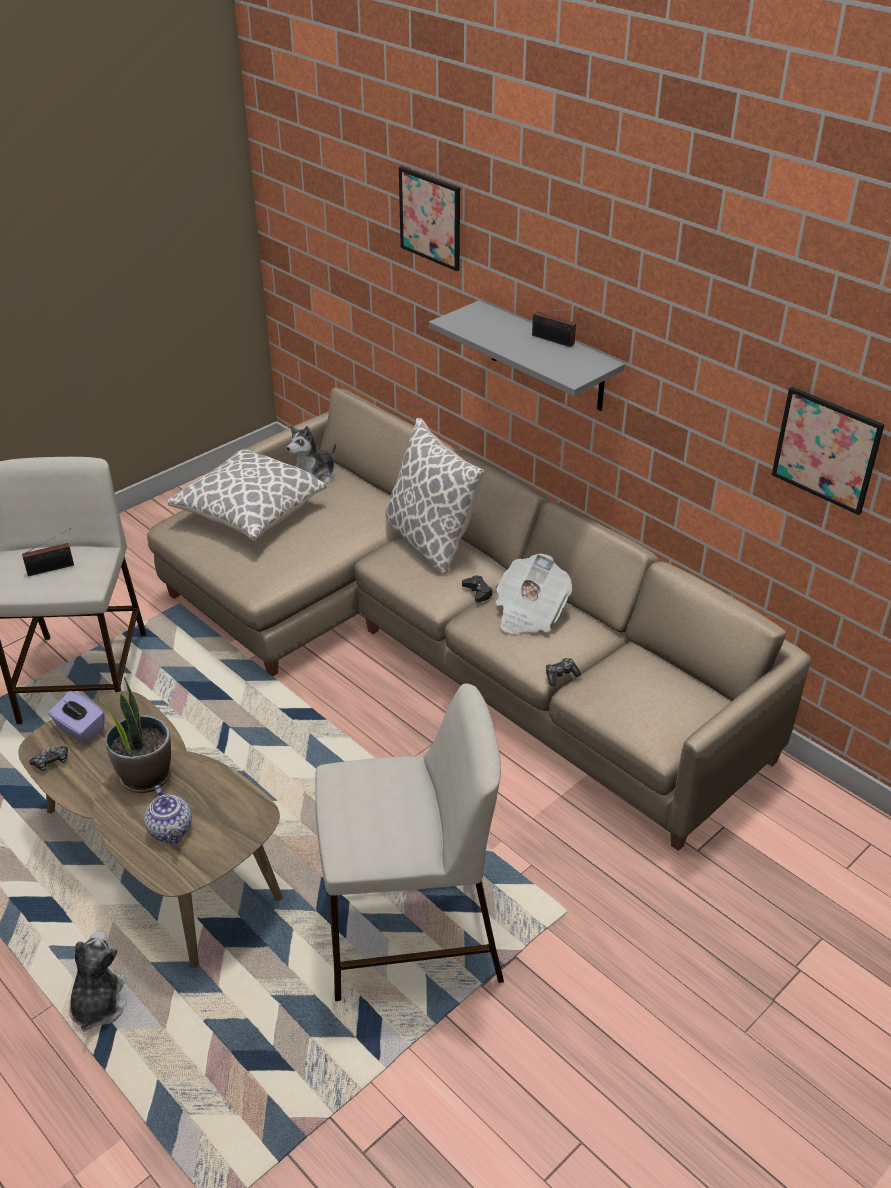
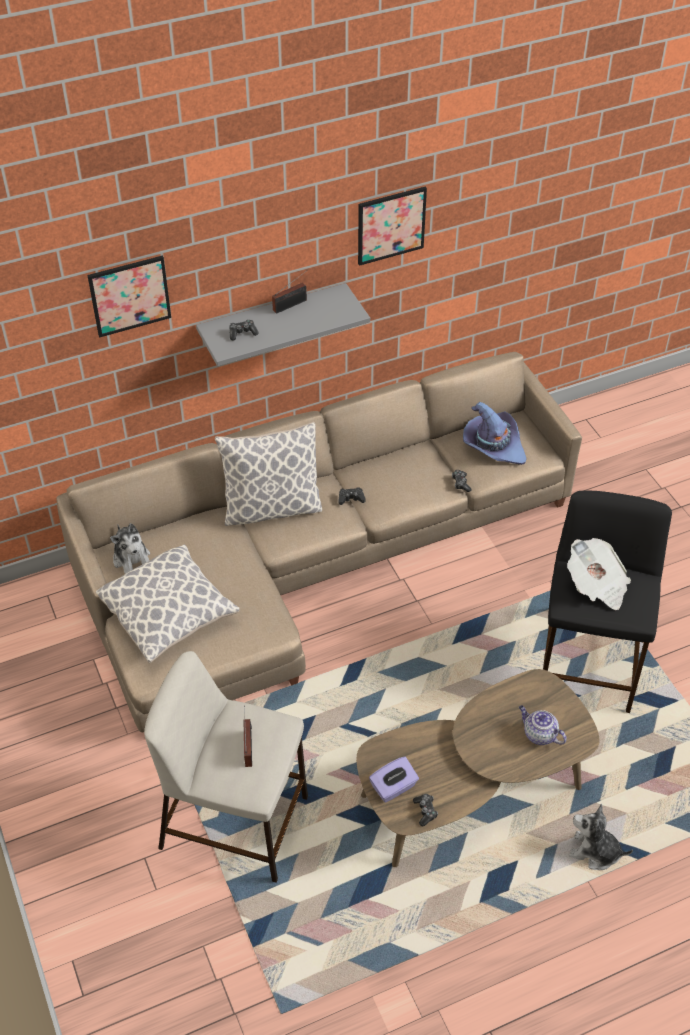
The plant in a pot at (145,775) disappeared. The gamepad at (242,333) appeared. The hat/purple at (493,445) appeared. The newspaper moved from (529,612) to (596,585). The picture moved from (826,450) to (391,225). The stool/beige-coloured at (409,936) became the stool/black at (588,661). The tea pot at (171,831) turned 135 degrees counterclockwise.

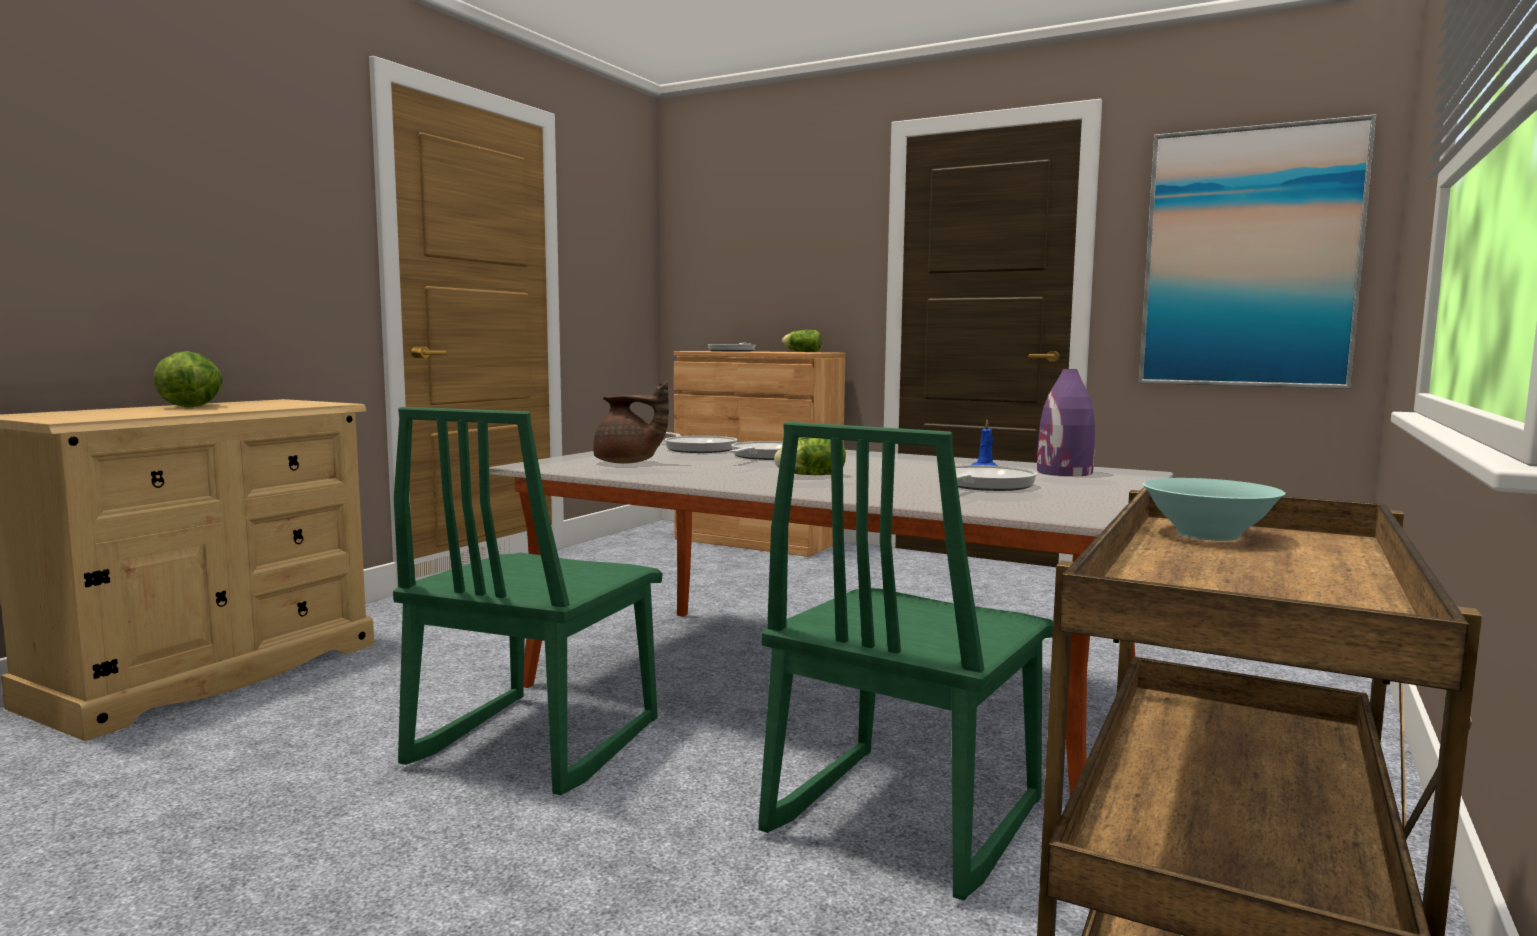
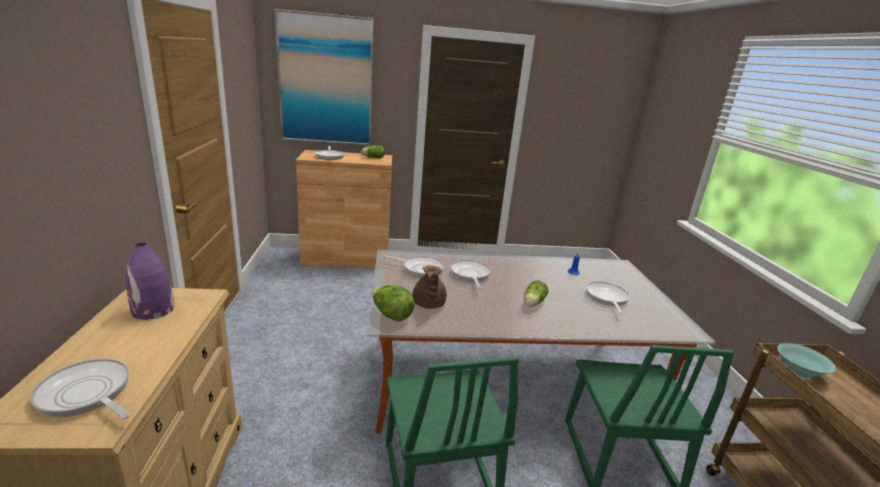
The skillet at (87,394) appeared. The head of lettuce moved from (192,406) to (391,315). The decorative vase/purple moved from (1064,472) to (153,310). The picture moved from (1249,258) to (326,81). The tea pot/brownish at (627,463) turned 105 degrees clockwise.

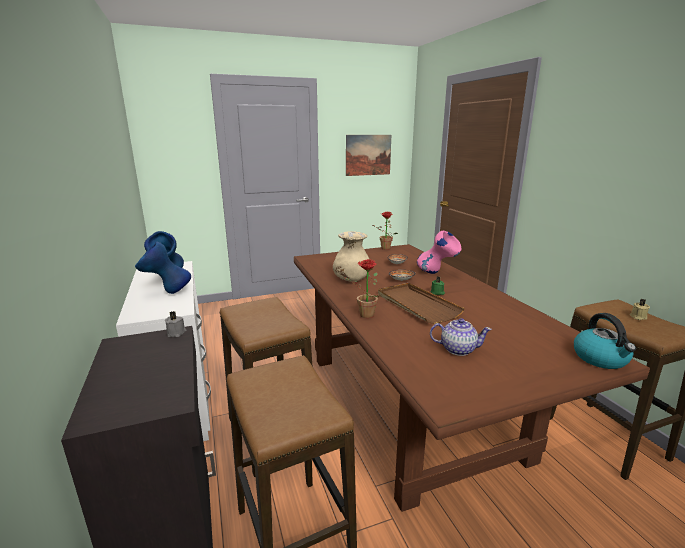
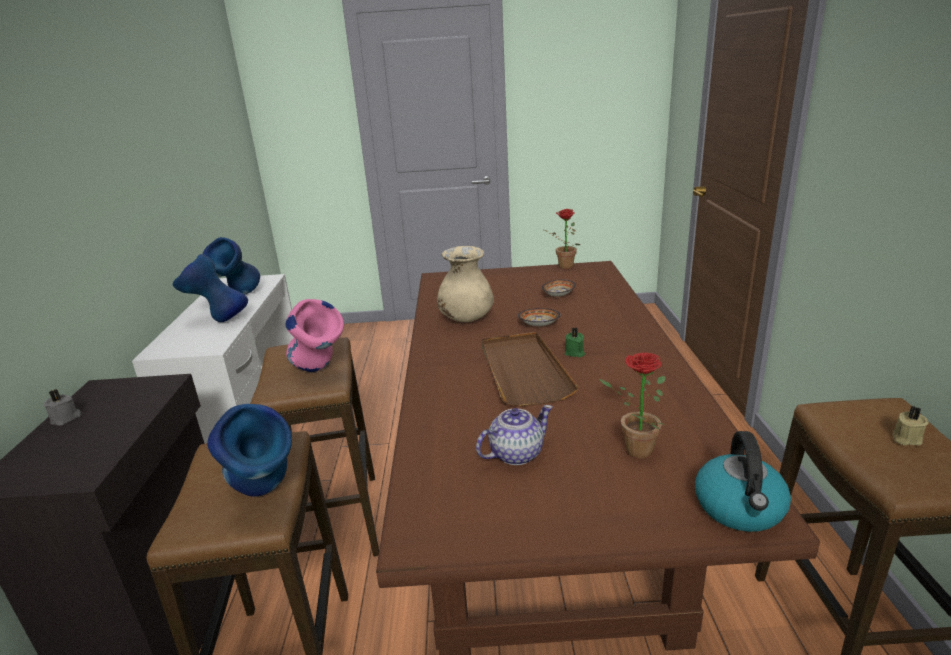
The picture at (368,155) disappeared. The decorative vase/blue at (265,498) appeared. The wax candle/grey moved from (177,333) to (66,418). The plant in a pot moved from (363,315) to (632,450). The decorative vase/pink moved from (437,274) to (320,372). The tea pot at (457,349) turned 60 degrees counterclockwise.

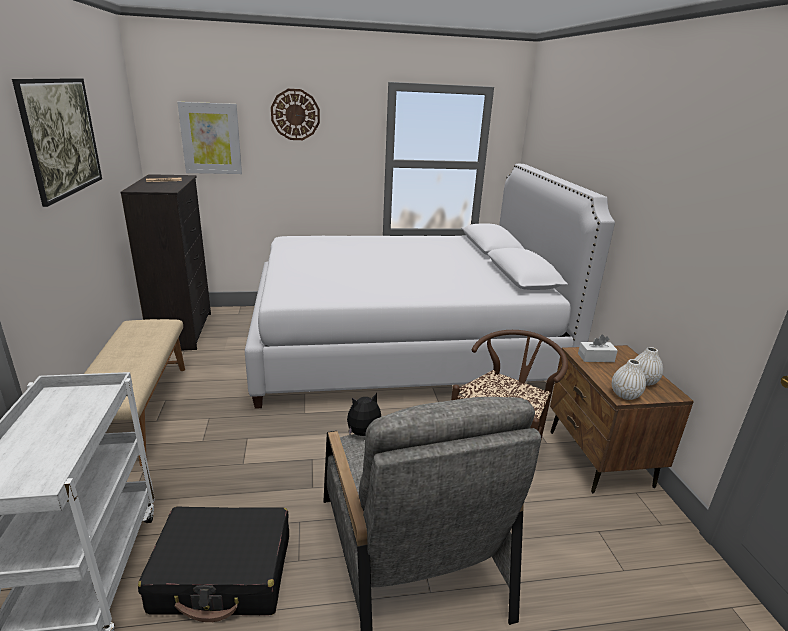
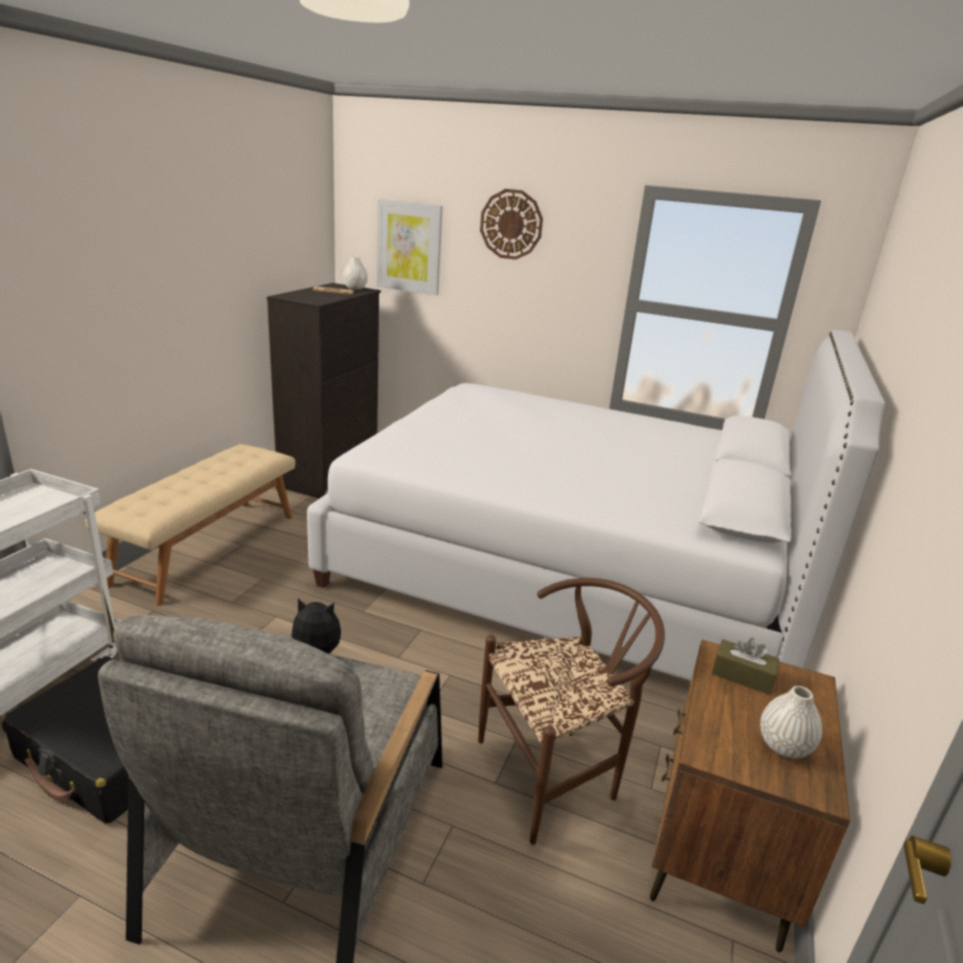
The picture at (68,164) disappeared. The decorative vase/whitish moved from (625,395) to (355,288). The box of tissues/whitish at (595,358) became the box of tissues/brownish at (742,676).

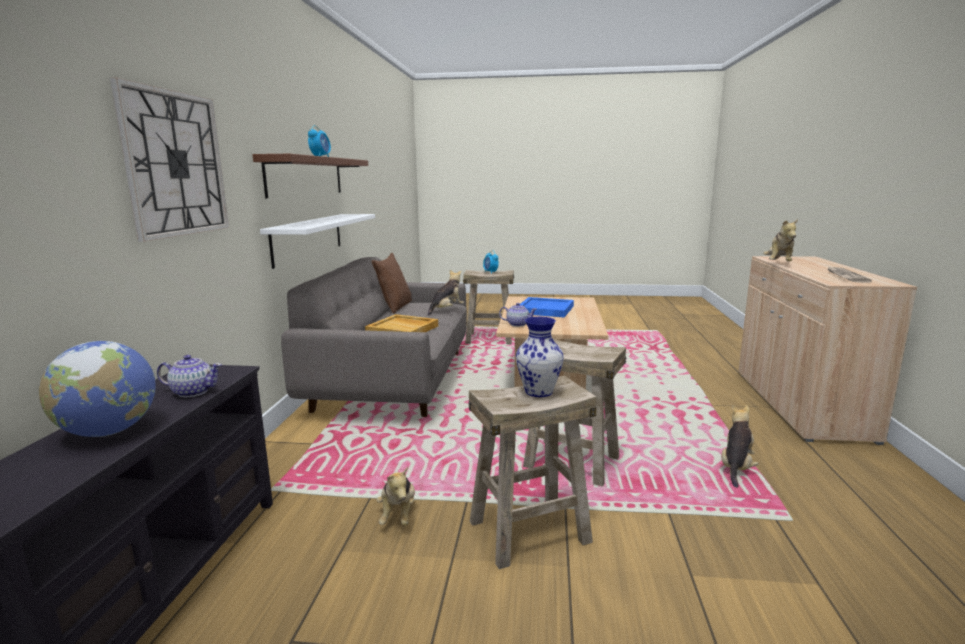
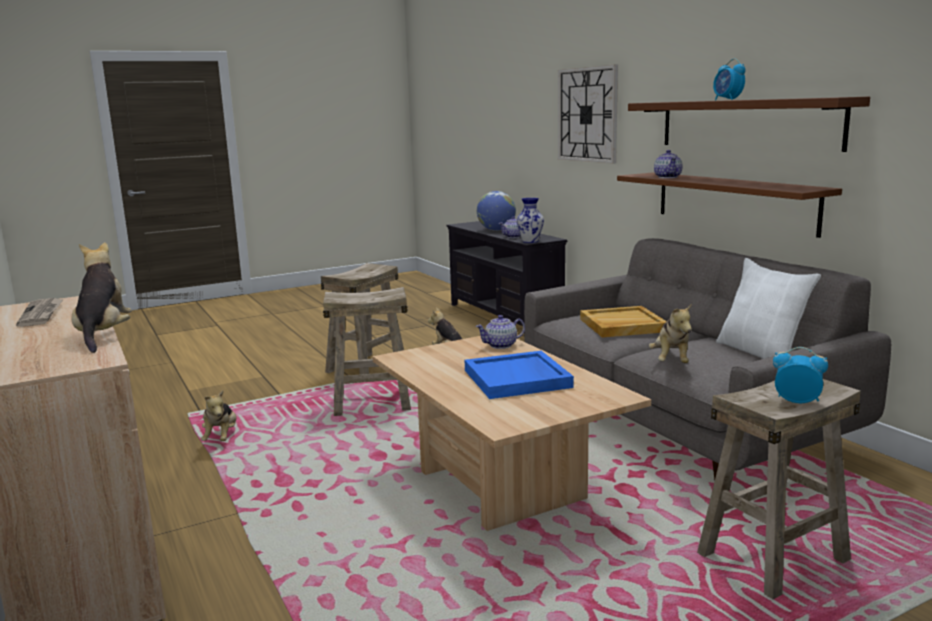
The tea pot at (667,177) appeared. The decorative vase moved from (538,392) to (530,241). The shelf/whitish at (308,238) became the shelf/brownish at (733,202). The throw pillow/brownish at (394,307) became the throw pillow/whitish at (761,353).

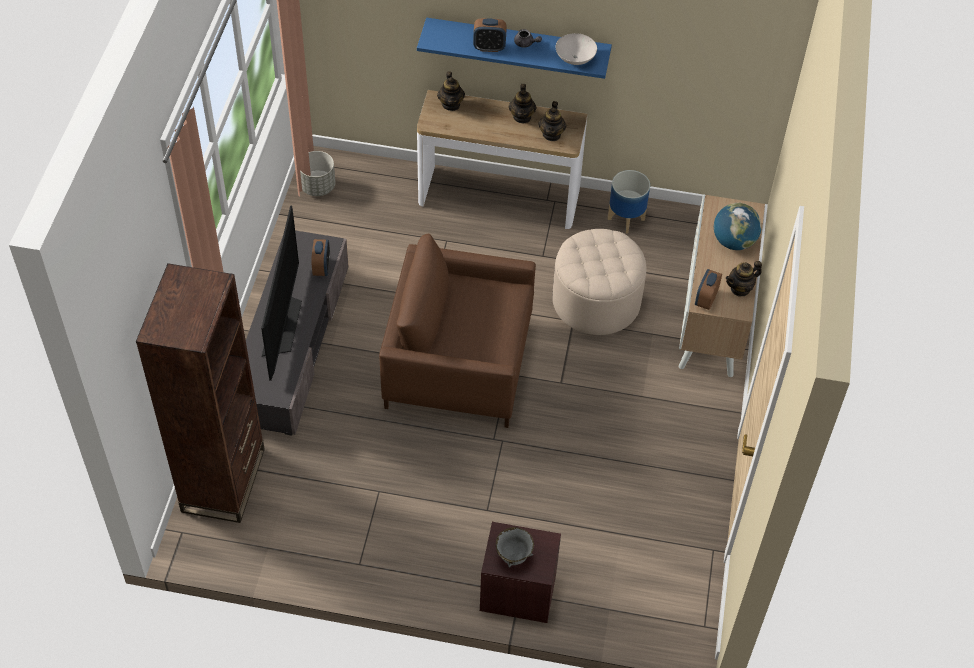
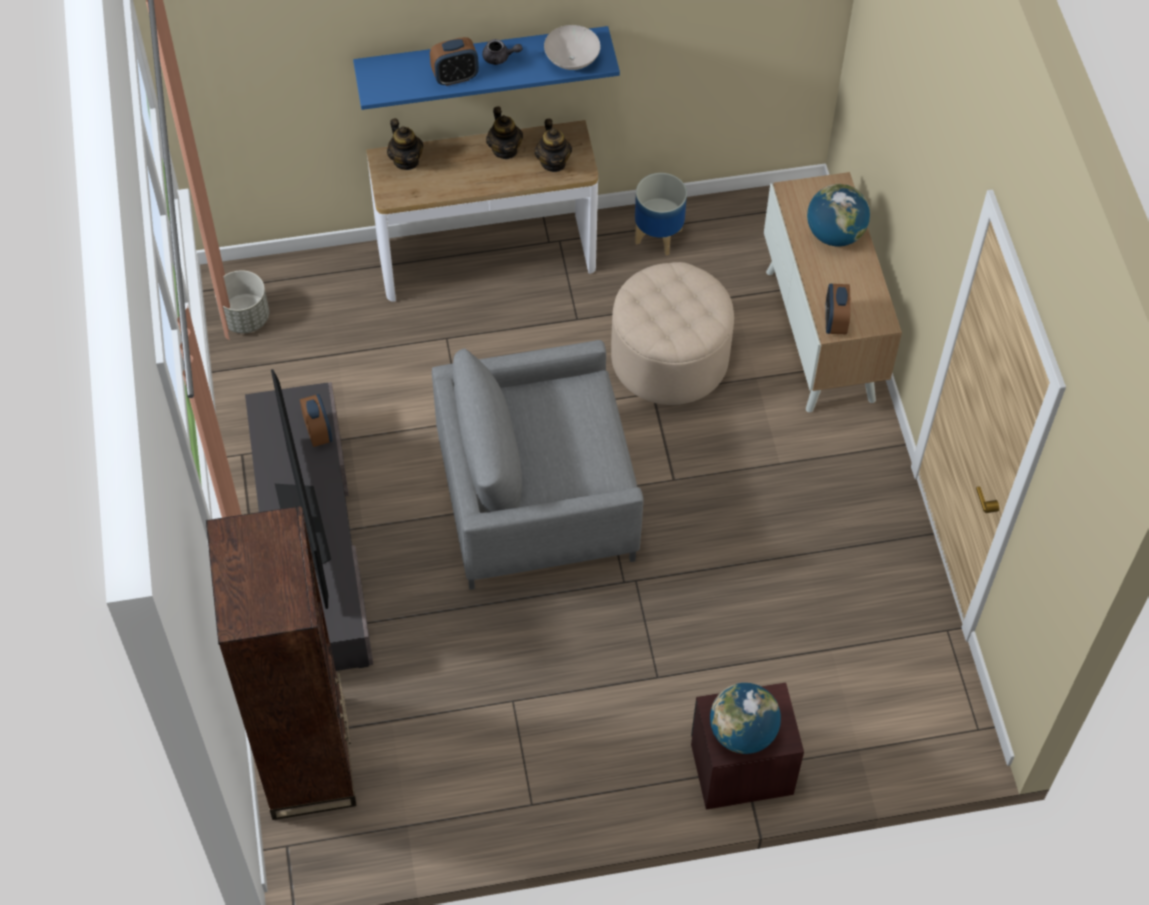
The tea pot at (740,288) disappeared. The deep dish/grey at (513,557) was replaced by the desk globe at (742,733). The armchair/brownish at (458,364) became the armchair/grey at (536,499).

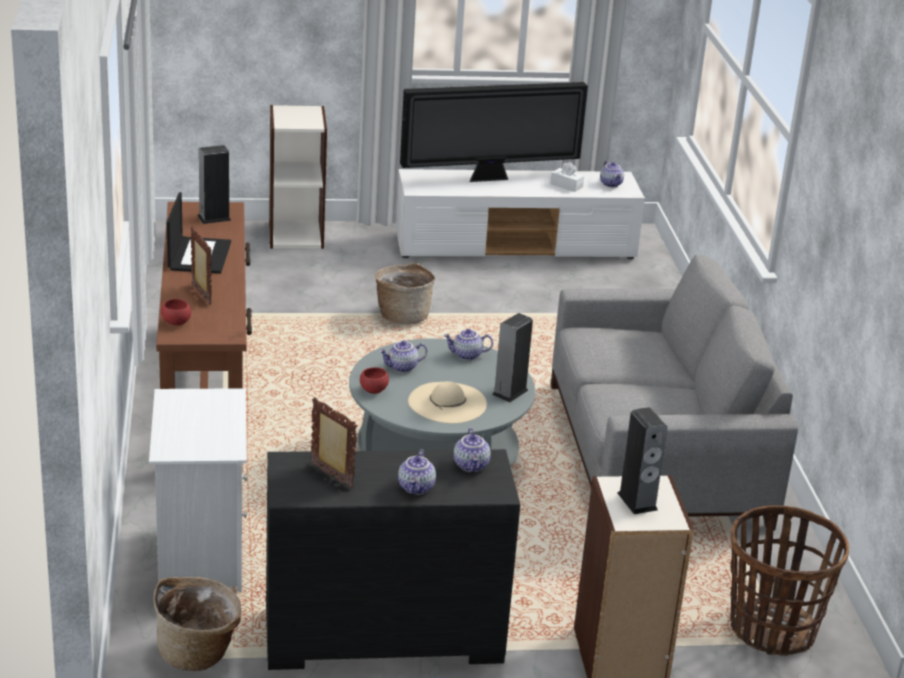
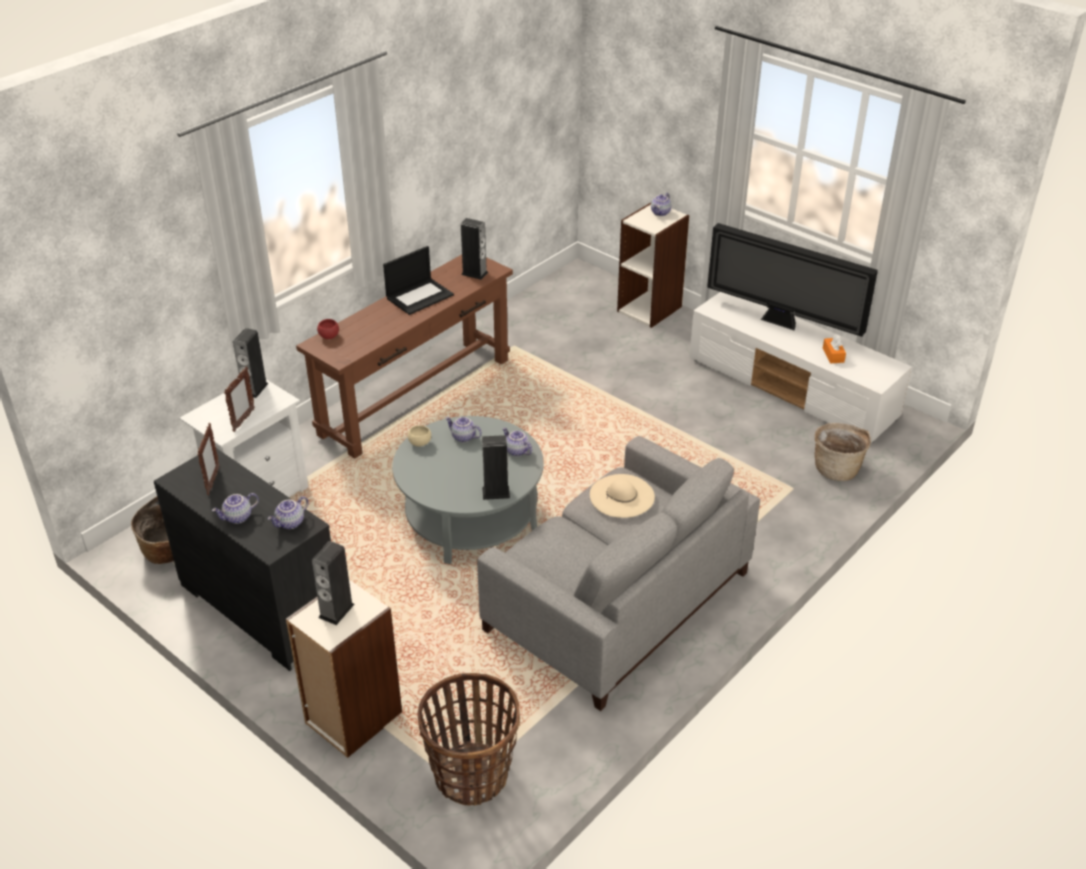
The speaker at (254,389) appeared. The photo frame moved from (201,295) to (243,420). The household basket moved from (403,315) to (837,468). The hat/beige-coloured moved from (447,403) to (622,496). The tea pot moved from (611,184) to (661,213). The deep dish/reddish at (374,390) became the deep dish/beige-coloured at (420,443). The box of tissues/whitish at (566,185) became the box of tissues/orange-coloured at (833,355).

